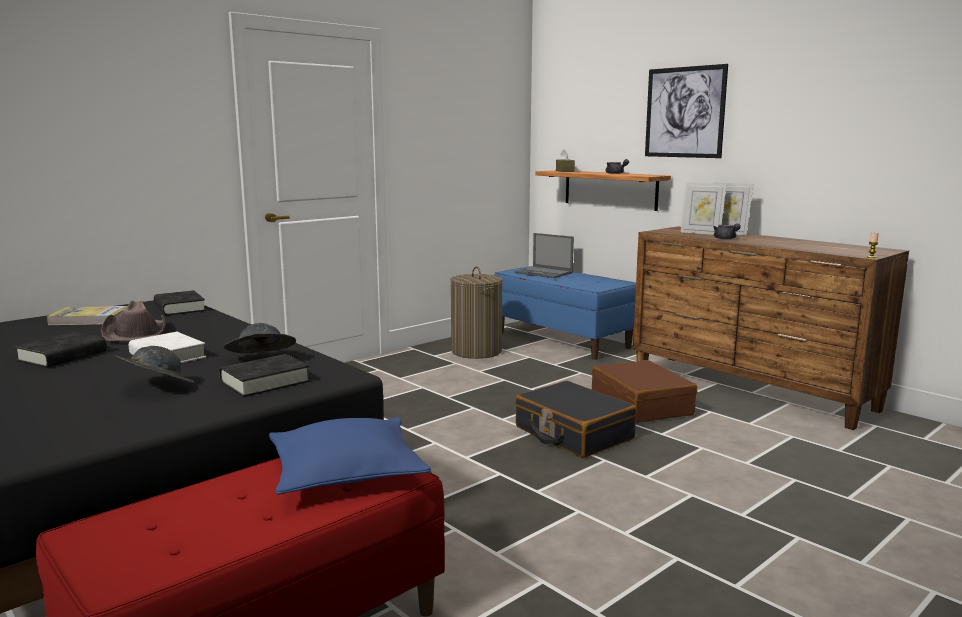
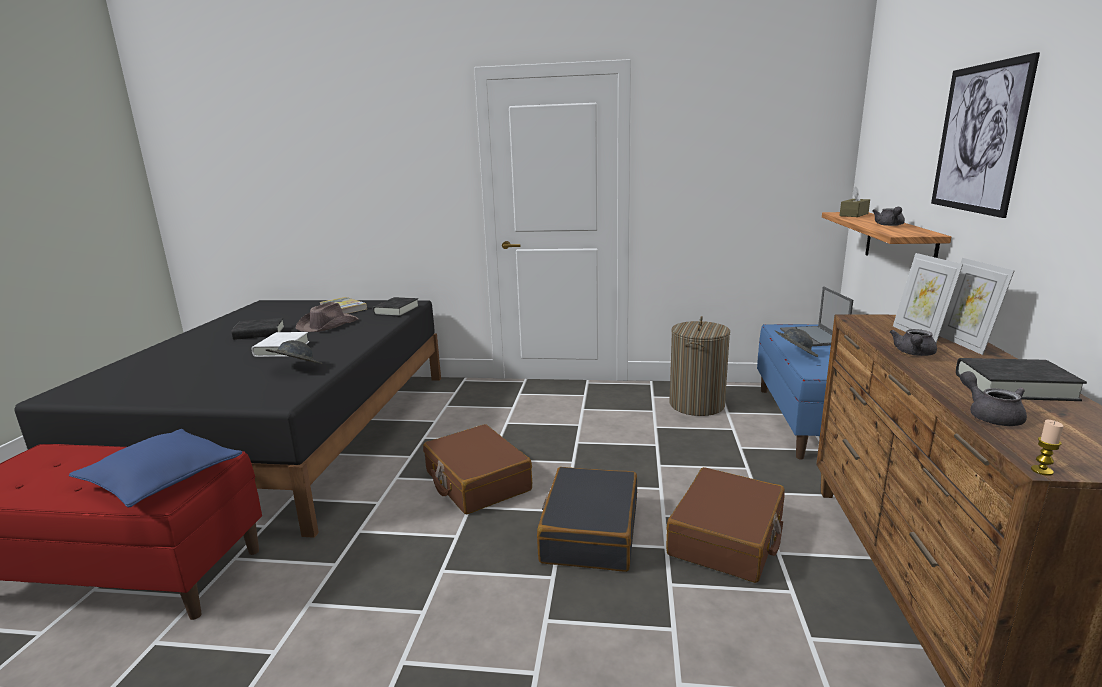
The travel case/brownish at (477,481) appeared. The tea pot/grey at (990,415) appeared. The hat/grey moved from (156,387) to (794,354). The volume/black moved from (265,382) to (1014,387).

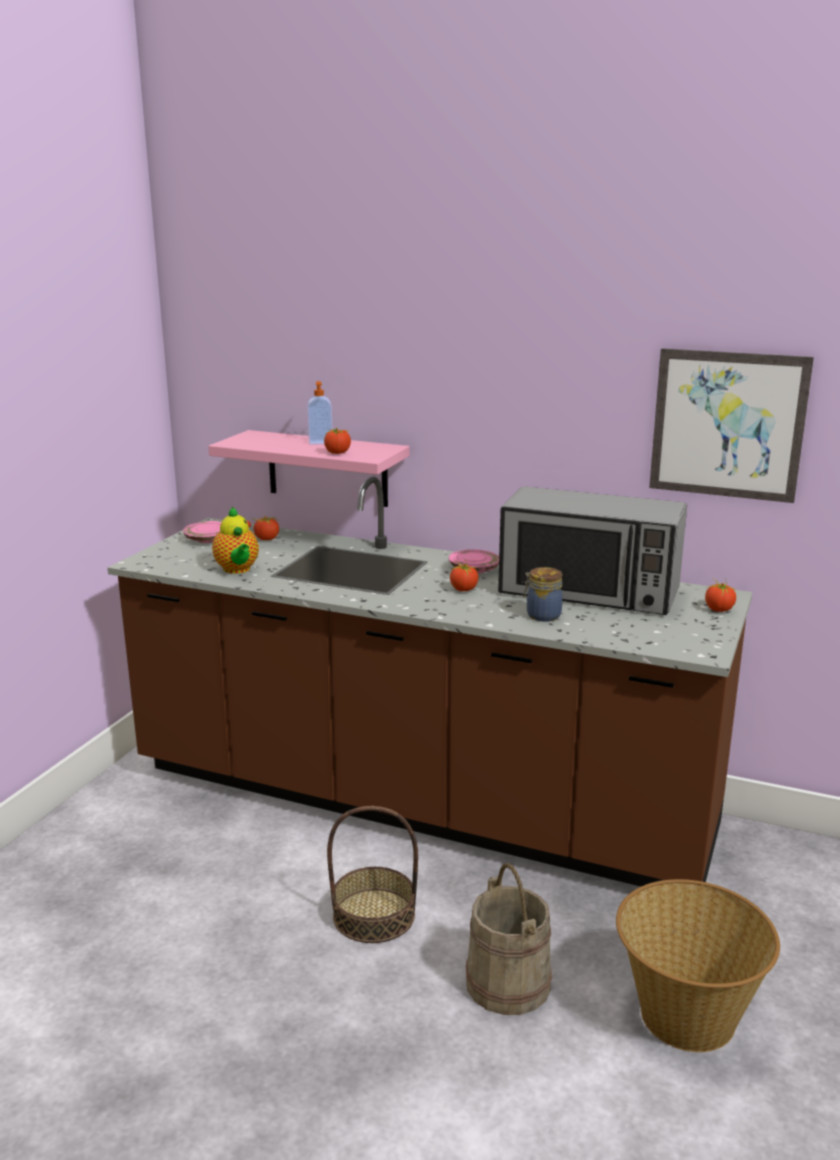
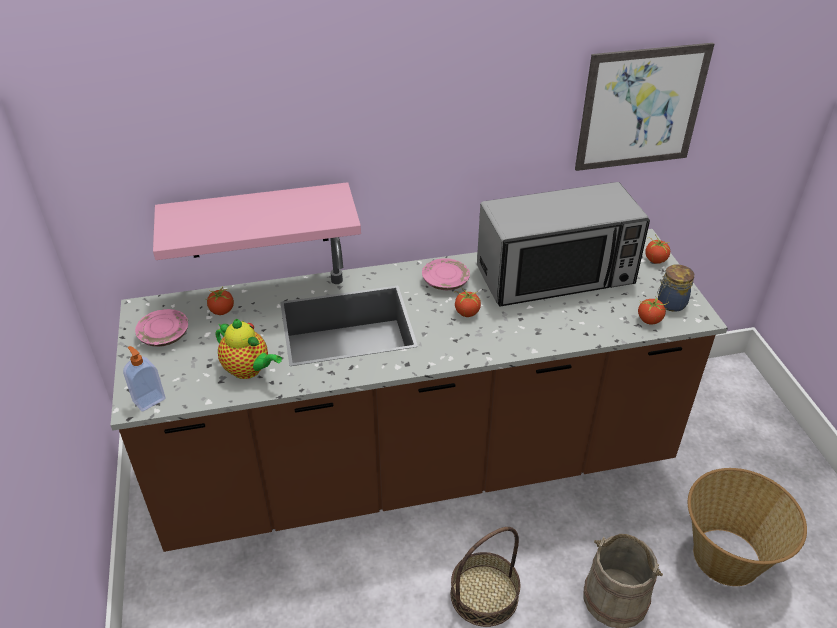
The soap bottle moved from (320,442) to (149,400). The tomato moved from (338,453) to (649,320). The storage jar moved from (542,615) to (670,303).

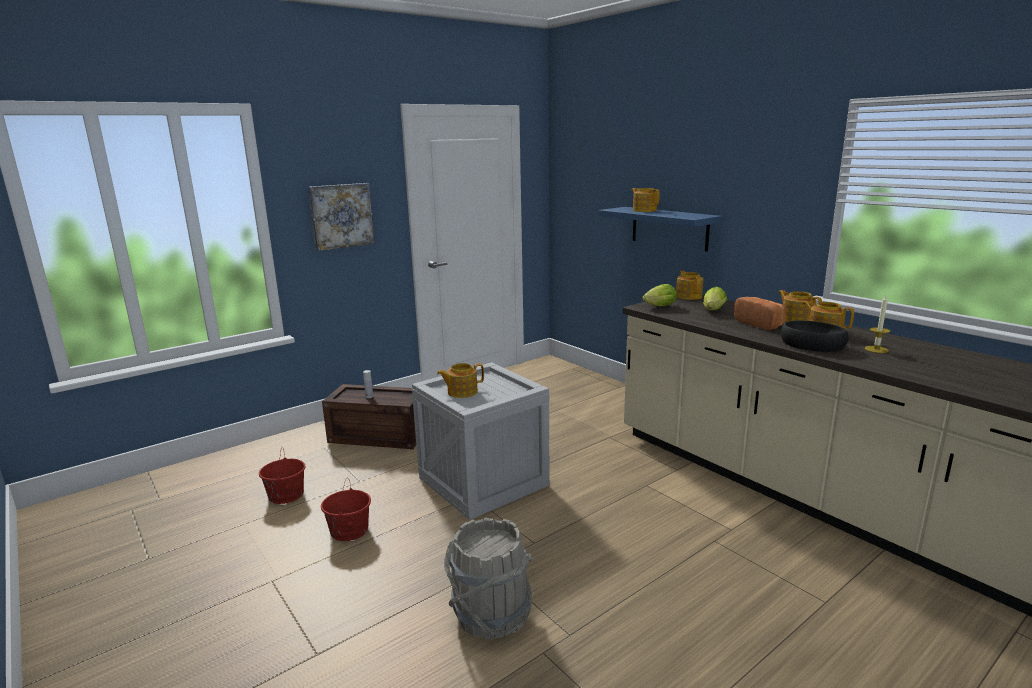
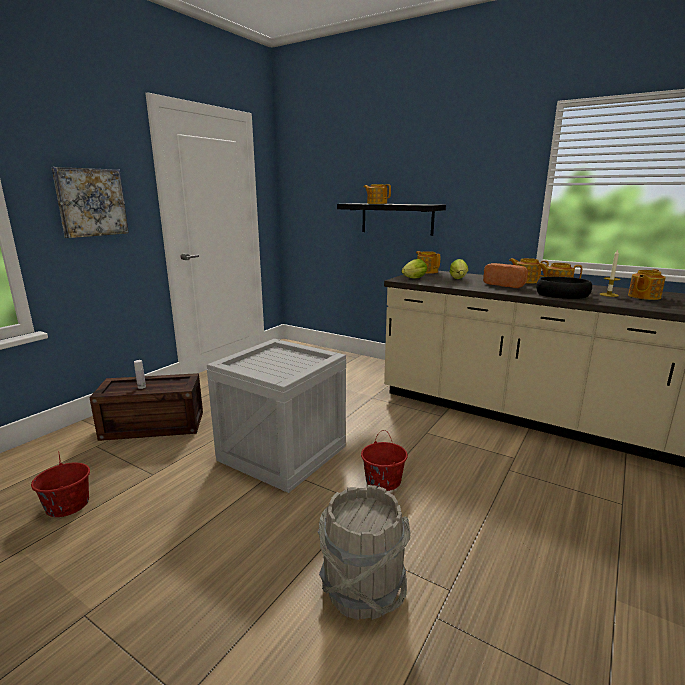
The bucket/reddish moved from (349,530) to (383,480). The tea pot moved from (461,392) to (643,296). The shelf/blue at (669,228) became the shelf/black at (397,218).

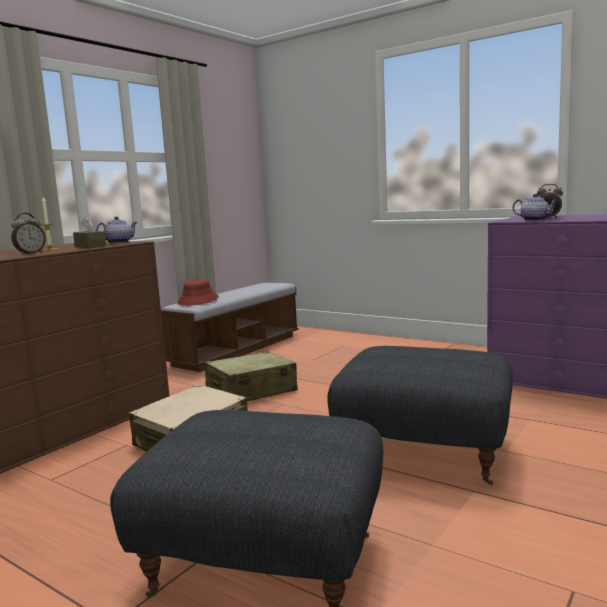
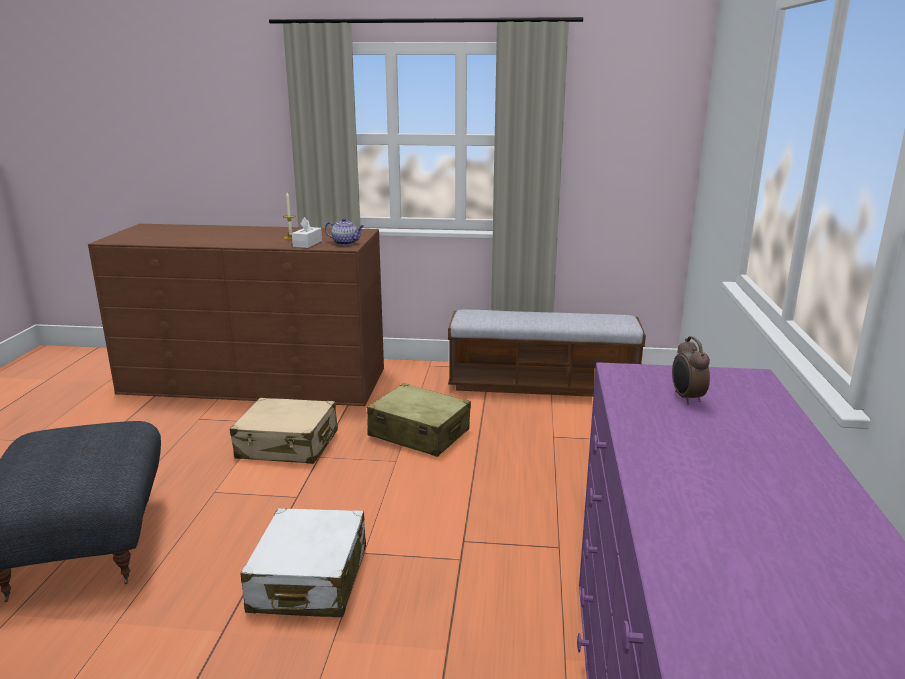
The table clock at (30,253) disappeared. The hat/reddish at (198,300) disappeared. The tea pot at (535,220) disappeared. The footrest/grey at (425,451) was replaced by the travel case/whitish at (309,579). The box of tissues/brownish at (90,246) became the box of tissues/whitish at (307,244).

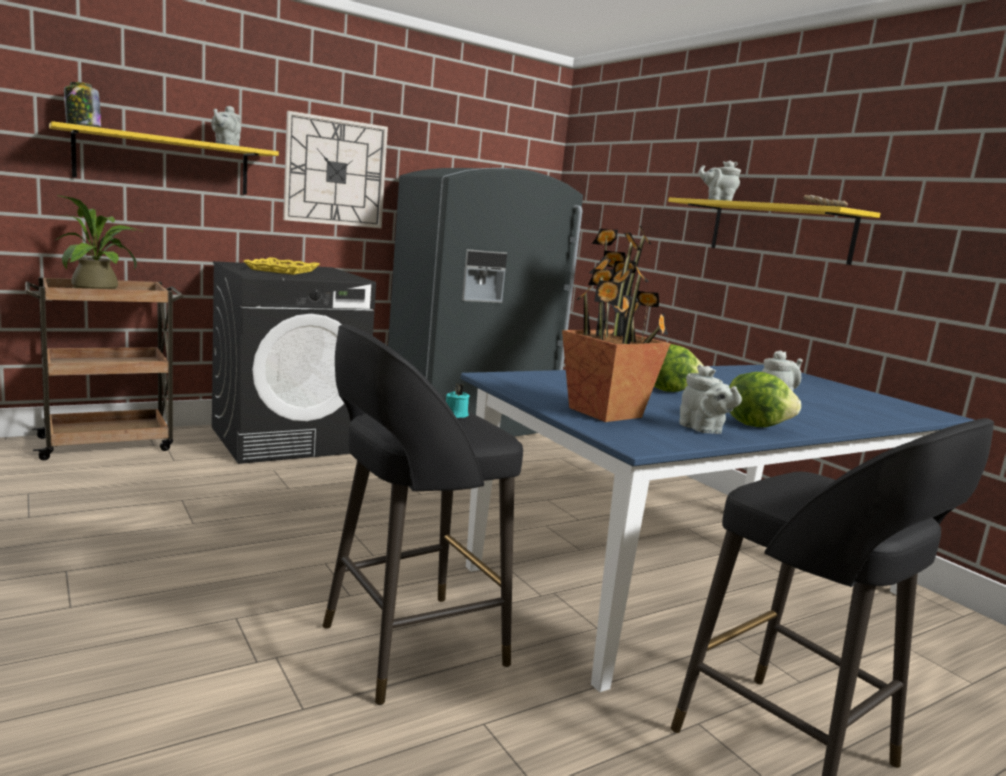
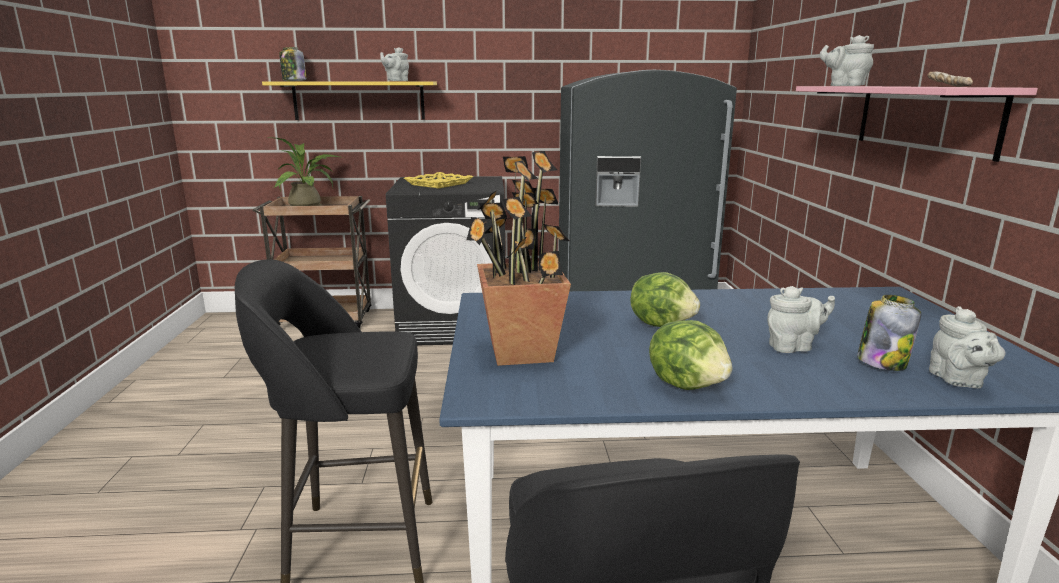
The clock on the wall at (335,172) disappeared. The wax candle/turquoise-coloured at (455,415) disappeared. The storage jar at (882,362) appeared. The tea pot/grey moved from (703,430) to (958,380). The shelf/yellow-coloured at (779,231) became the shelf/pink at (924,118).

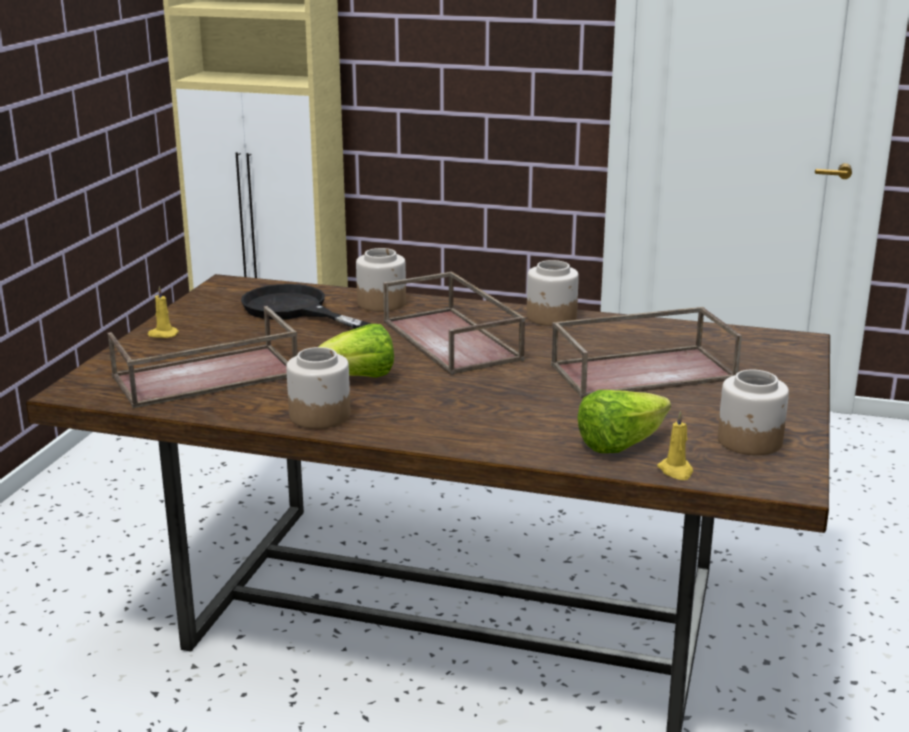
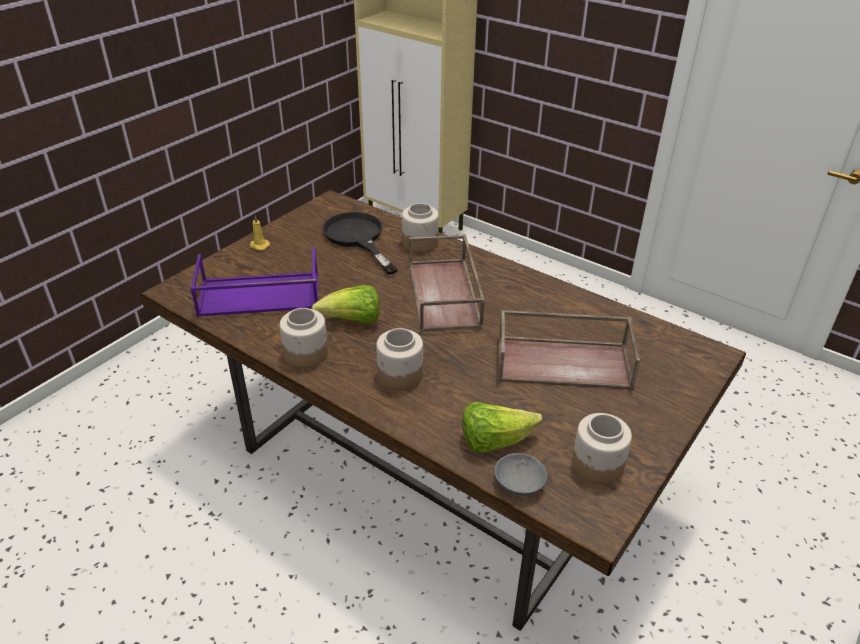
The storage jar moved from (551,317) to (400,376). The wax candle/yellow-coloured at (676,471) was replaced by the deep dish/grey at (518,484). The serving tray/brownish at (204,377) became the serving tray/purple at (258,295).

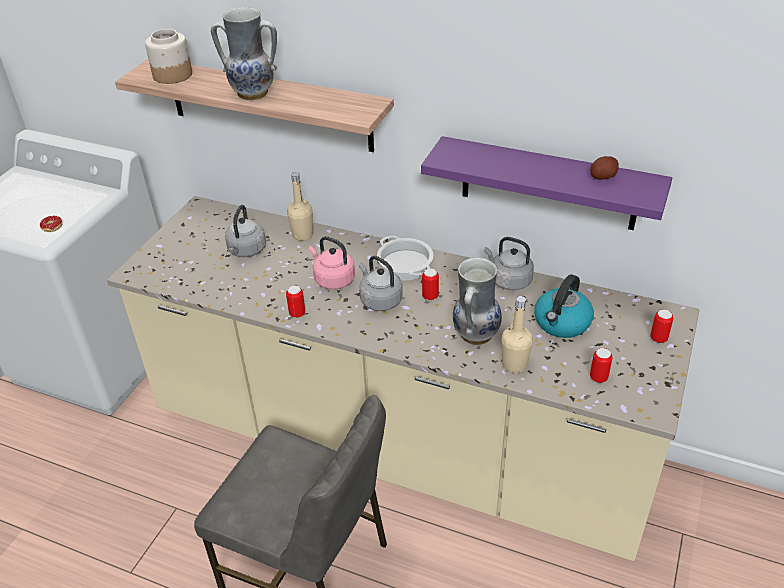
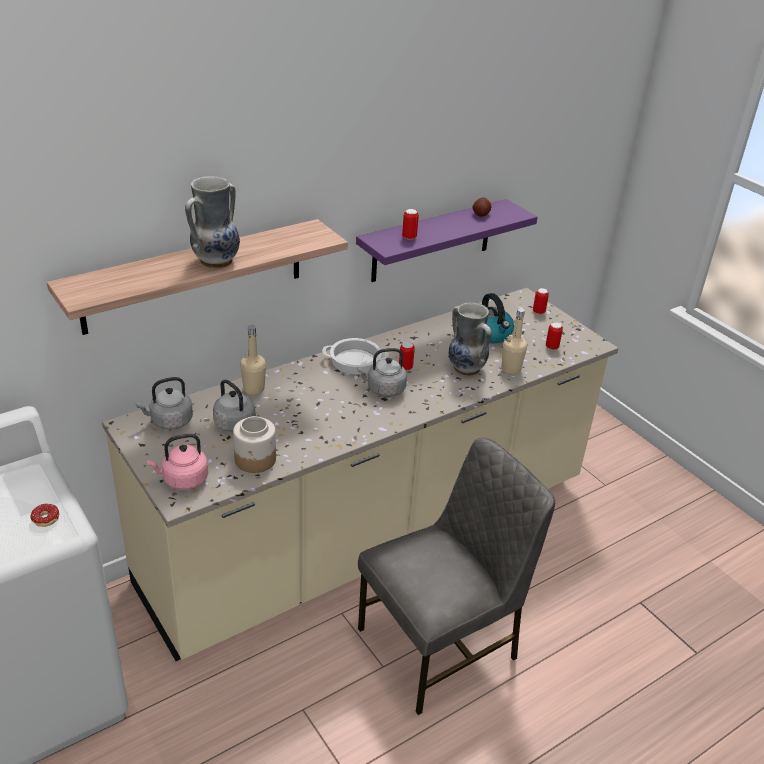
The storage jar moved from (172,75) to (255,460). The can moved from (297,314) to (409,237). The tea kettle/pink moved from (332,279) to (183,480). The tea kettle/grey moved from (508,280) to (169,421).

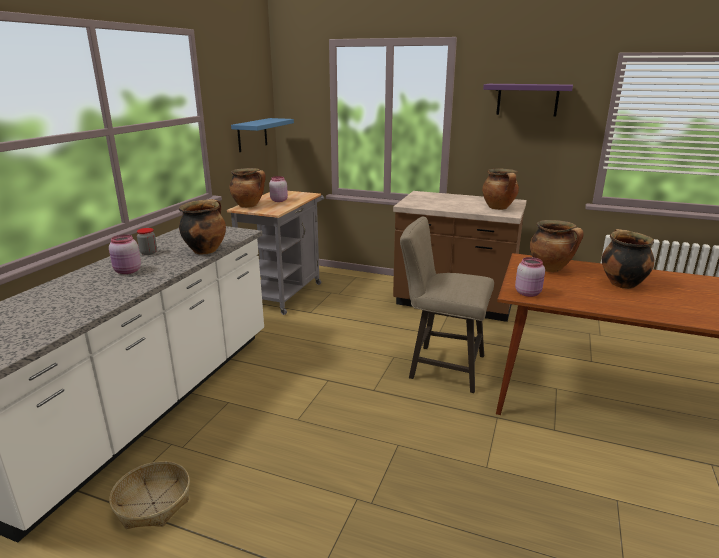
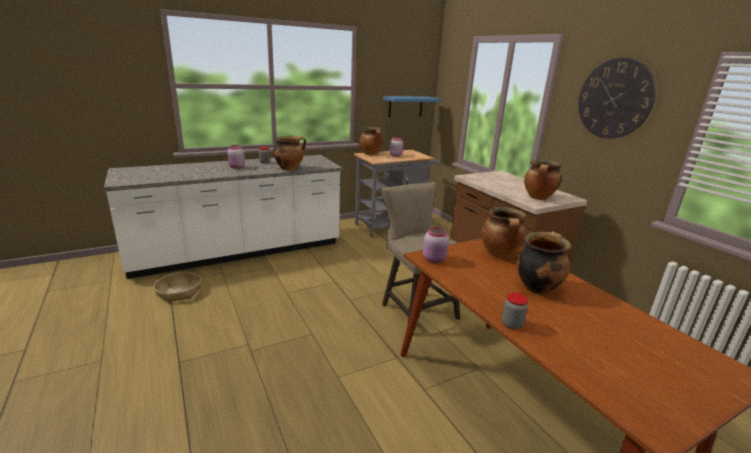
The storage jar at (511,324) appeared. The shelf/purple at (527,99) was replaced by the clock on the wall at (614,99).

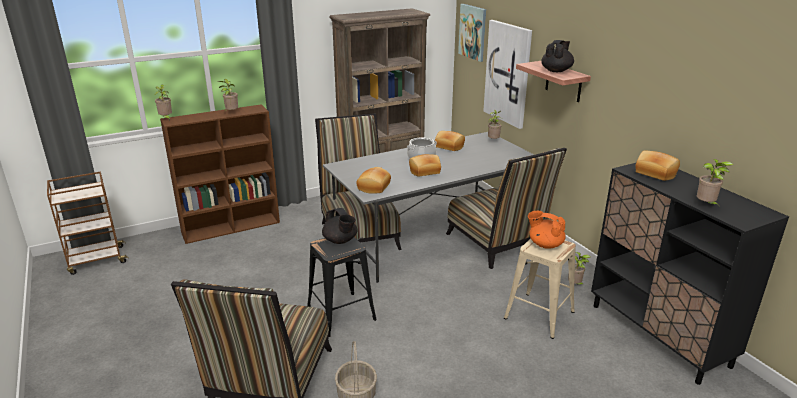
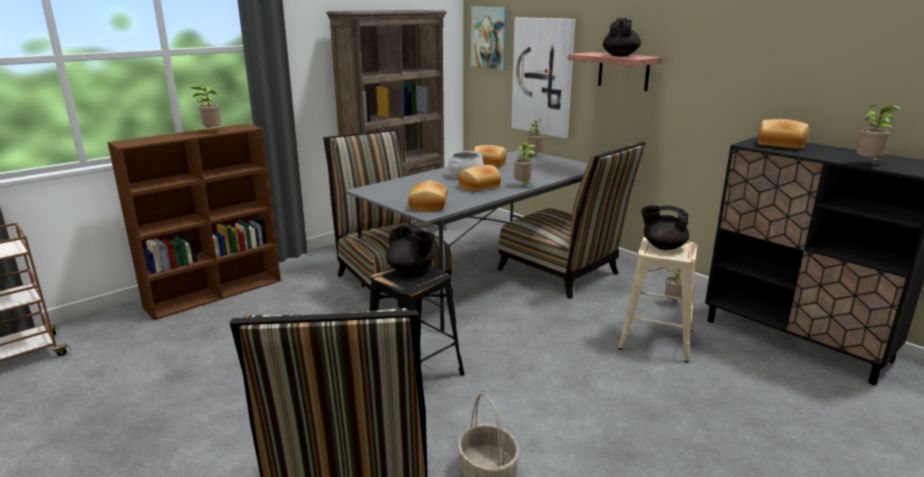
The plant in a pot moved from (166,118) to (523,185). The tea pot/orange-coloured at (545,244) became the tea pot/black at (663,246).

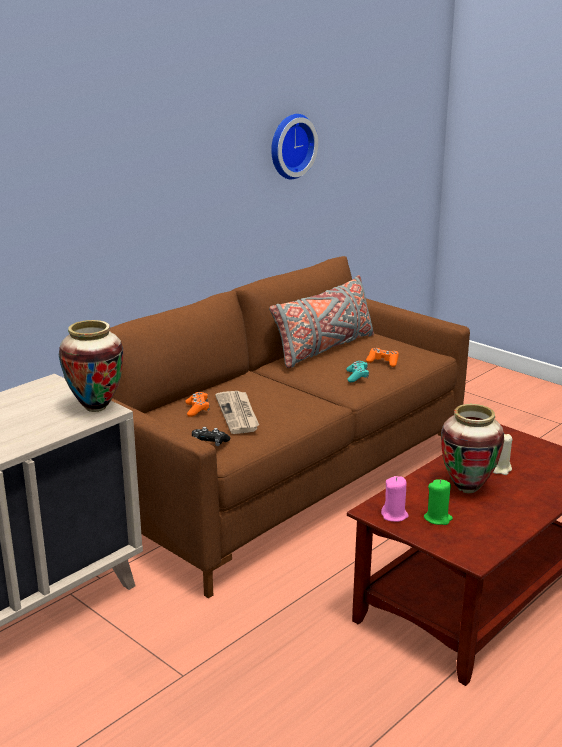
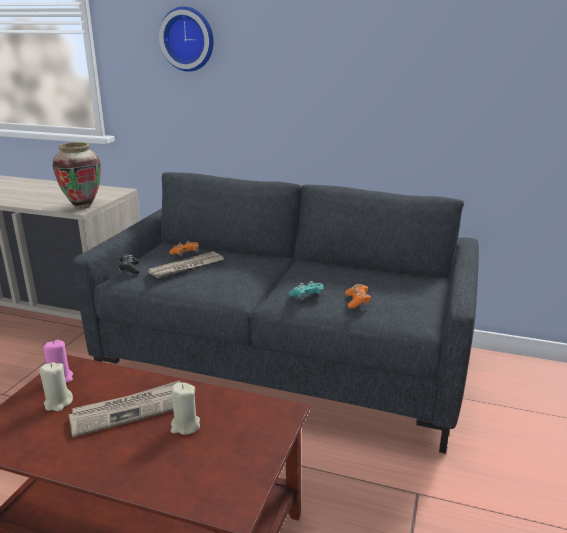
The throw pillow/grey at (324,349) disappeared. The clock on the wall moved from (289,146) to (188,39). The decorative vase at (467,488) was replaced by the newspaper at (129,410). The couch/brownish at (280,480) became the couch/grey at (284,363). The wax candle/green at (438,518) became the wax candle/beige-coloured at (58,403).

